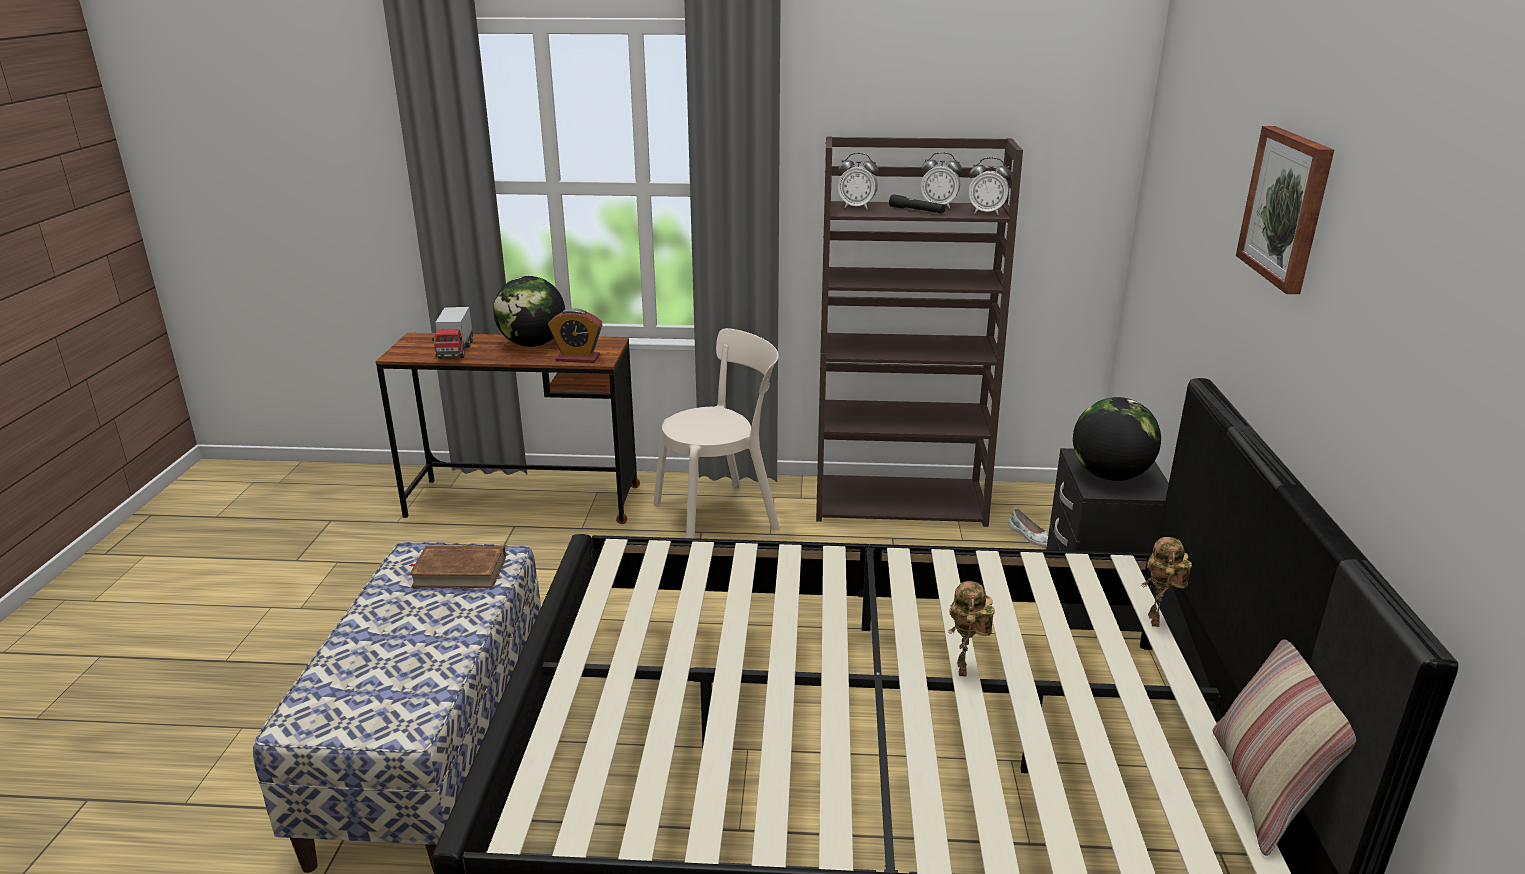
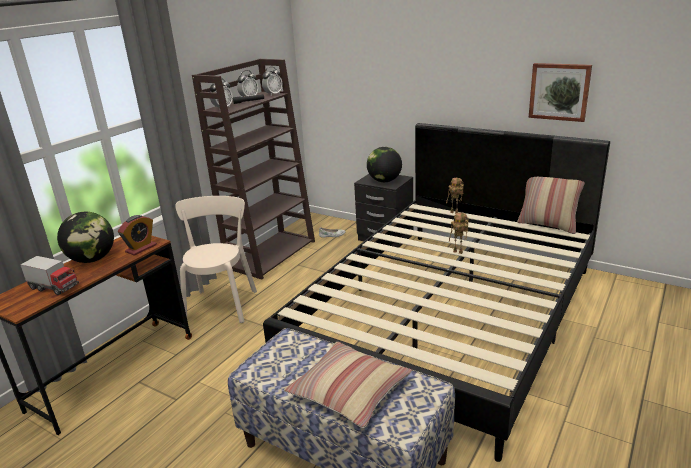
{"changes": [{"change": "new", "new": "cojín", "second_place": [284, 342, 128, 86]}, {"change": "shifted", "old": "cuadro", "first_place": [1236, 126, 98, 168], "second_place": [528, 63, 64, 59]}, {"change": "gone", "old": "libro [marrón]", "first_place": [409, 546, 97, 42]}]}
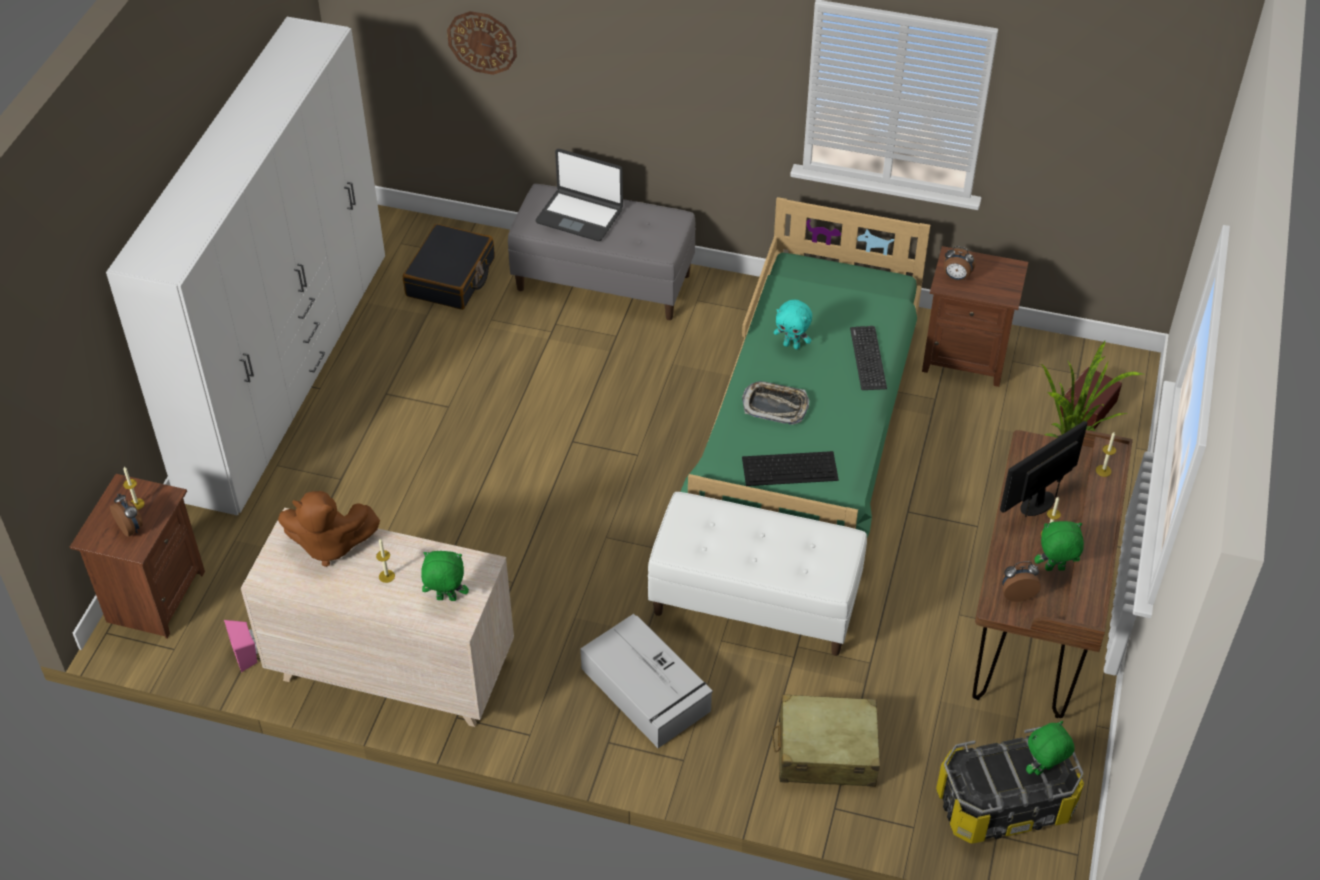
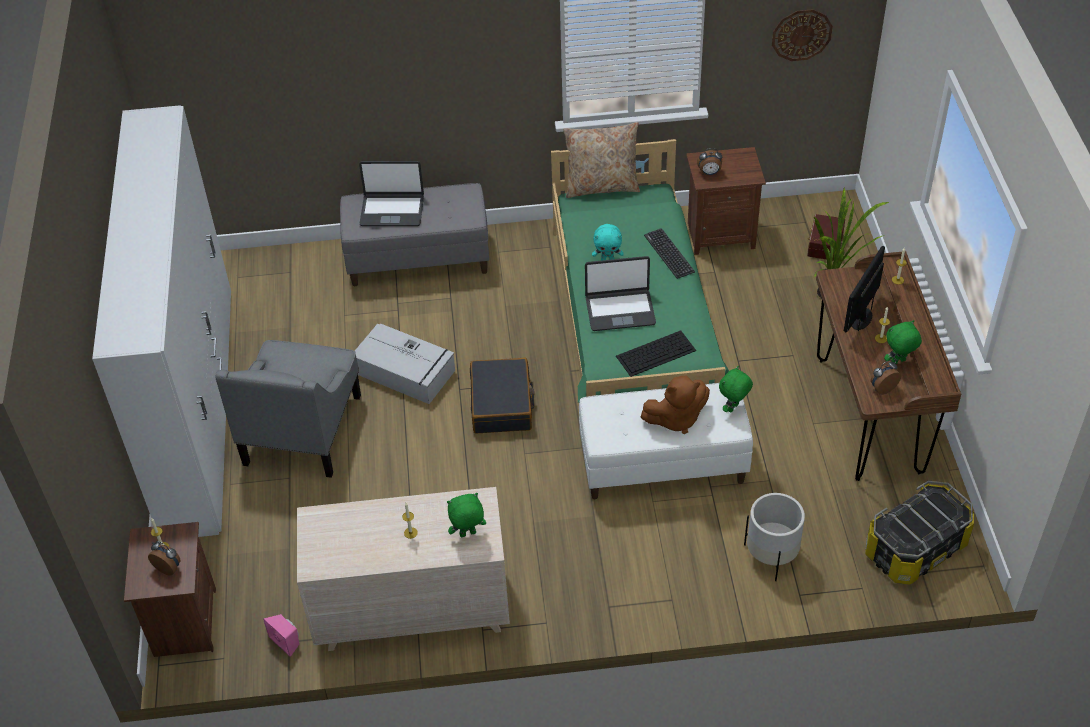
{"changes": [{"change": "new", "new": "sillón [gris]", "second_place": [215, 340, 146, 138]}, {"change": "shifted", "old": "caja de almacenaje [gris]", "first_place": [580, 614, 133, 134], "second_place": [355, 324, 100, 80]}, {"change": "shifted", "old": "maleta [negro]", "first_place": [403, 224, 92, 86], "second_place": [470, 358, 65, 75]}, {"change": "new", "new": "cojín [beis]", "second_place": [563, 122, 77, 76]}, {"change": "swapped", "old": "bandeja", "new": "portátil", "first_place": [742, 381, 67, 44], "second_place": [585, 256, 71, 75]}, {"change": "shifted", "old": "peluche [marrón]", "first_place": [278, 491, 102, 76], "second_place": [641, 376, 69, 58]}, {"change": "shifted", "old": "peluche [verde]", "first_place": [1026, 721, 48, 54], "second_place": [719, 366, 34, 47]}, {"change": "swapped", "old": "maleta [beis]", "new": "maceta [blanco]", "first_place": [772, 694, 108, 93], "second_place": [744, 493, 61, 88]}, {"change": "shifted", "old": "reloj de pared", "first_place": [447, 11, 70, 64], "second_place": [772, 9, 61, 52]}]}
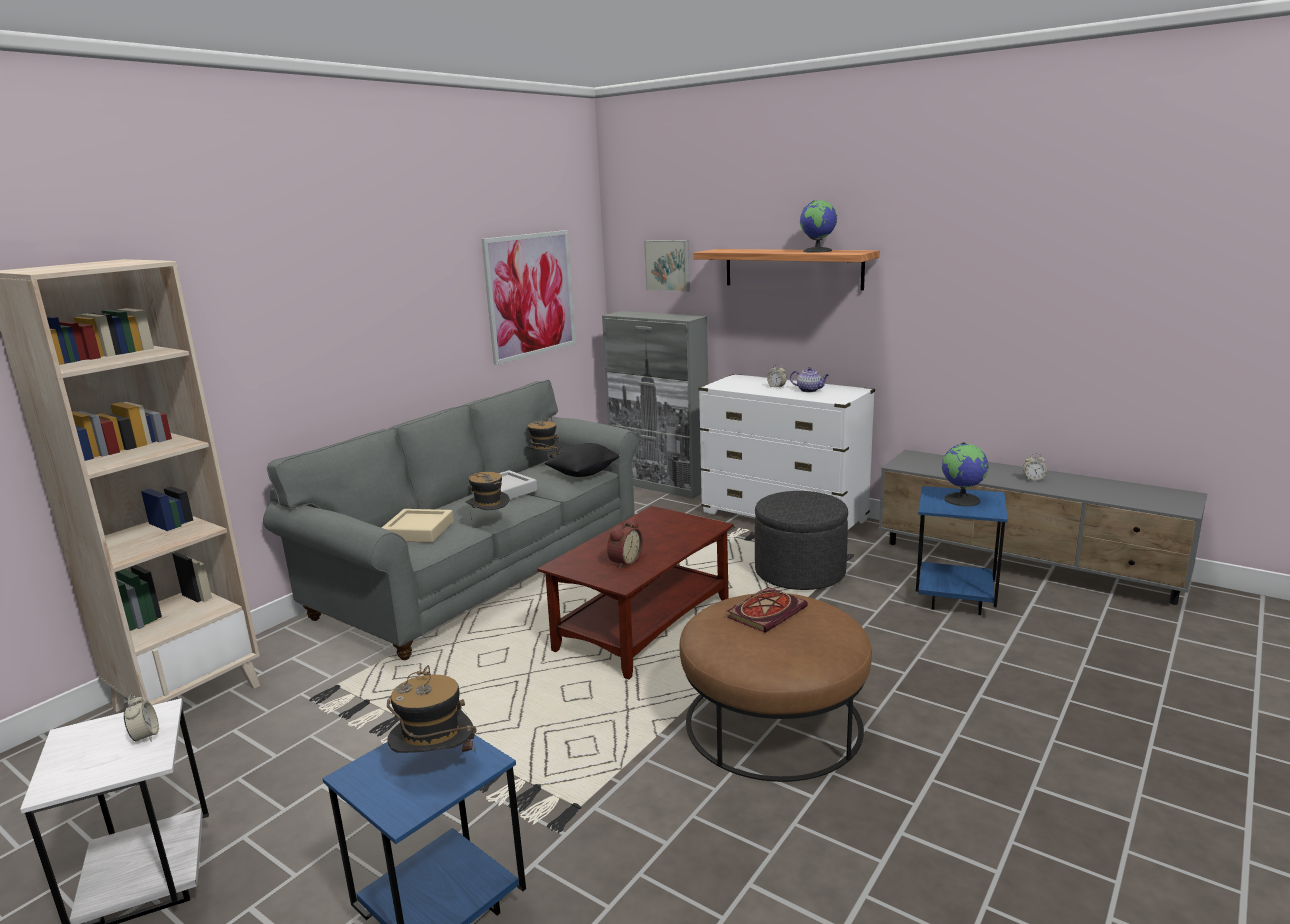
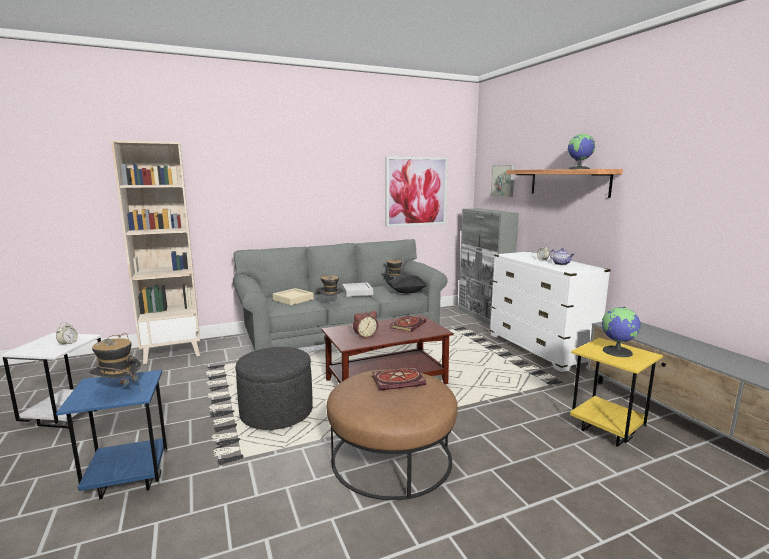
{"changes": [{"change": "shifted", "old": "puf [gris]", "first_place": [755, 491, 93, 99], "second_place": [235, 347, 78, 83]}, {"change": "new", "new": "libro", "second_place": [390, 315, 37, 17]}, {"change": "repainted", "old": "mesa auxiliar [azul]", "new": "mesa auxiliar [amarillo]", "first_place": [916, 486, 92, 129], "second_place": [570, 338, 93, 109]}, {"change": "gone", "old": "despertador", "first_place": [1023, 453, 24, 28]}]}
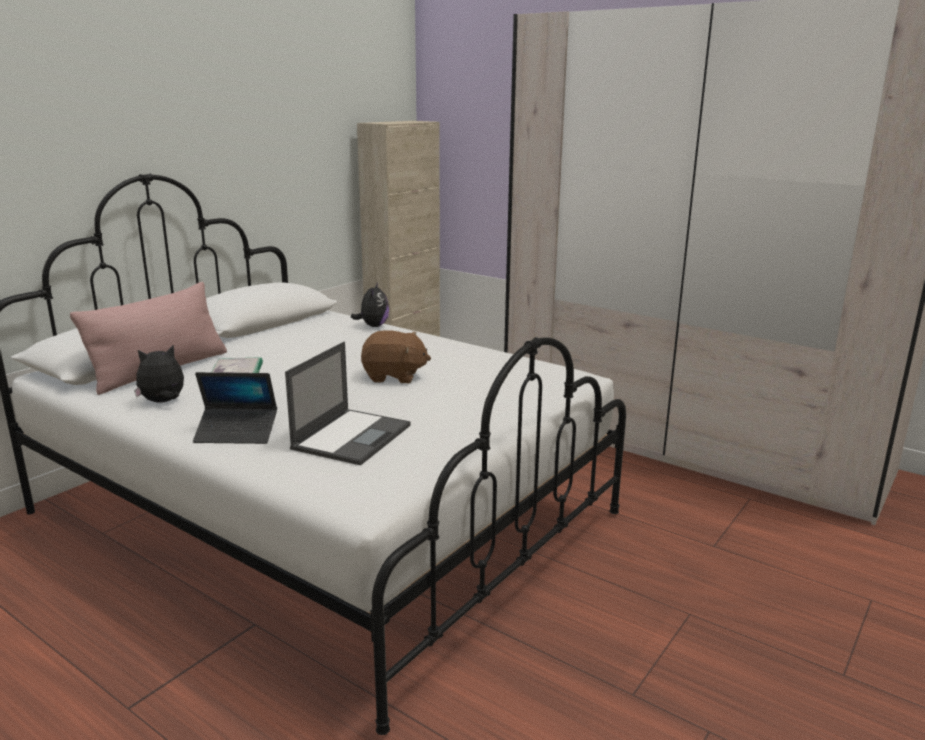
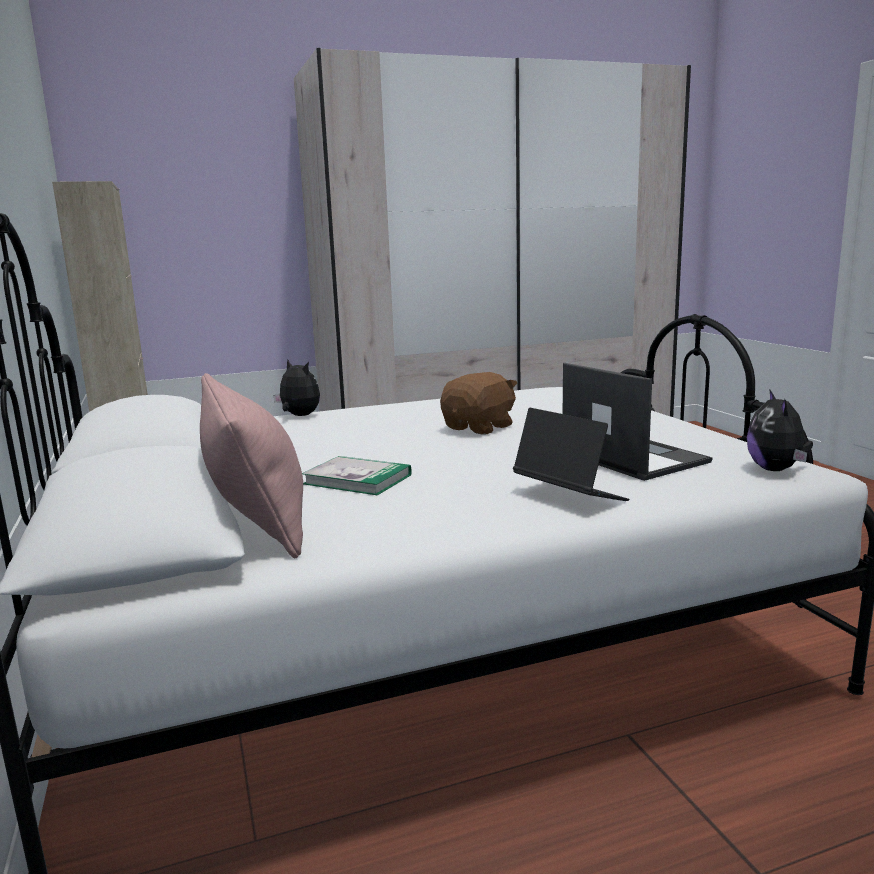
{"changes": [{"change": "rotated", "old": "portátil", "first_place": [193, 372, 84, 72], "second_place": [513, 408, 116, 93], "degrees": -75}, {"change": "shifted", "old": "peluche", "first_place": [134, 345, 50, 58], "second_place": [747, 389, 66, 82]}]}
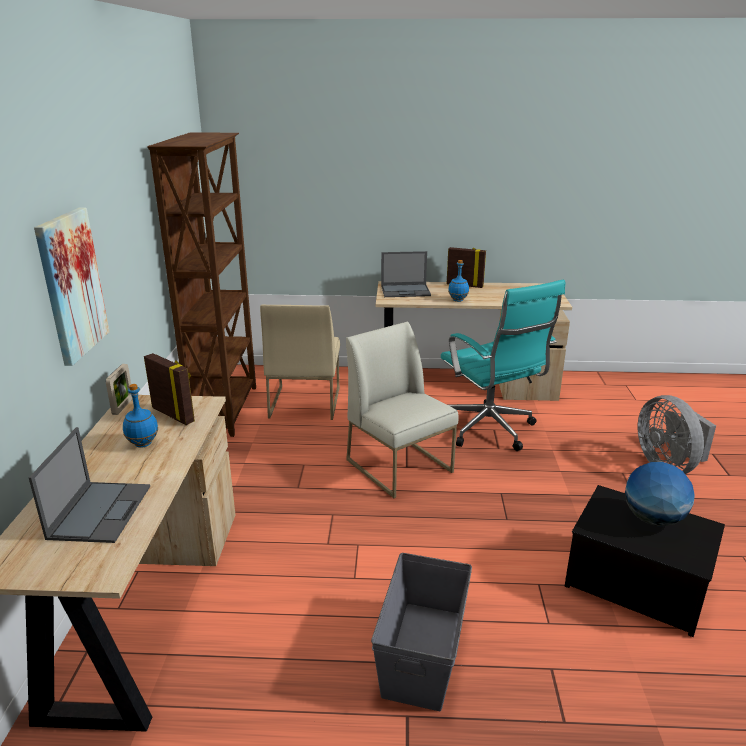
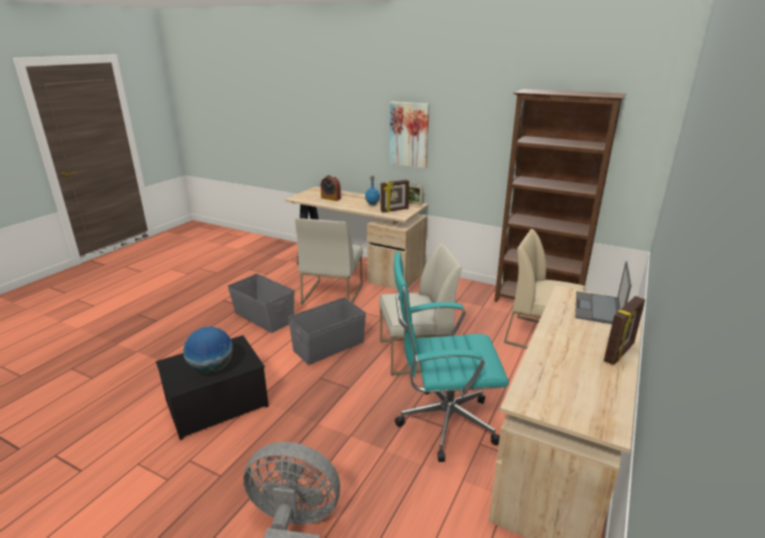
{"changes": [{"change": "new", "new": "caja de almacenaje [gris]", "second_place": [288, 298, 78, 67]}, {"change": "new", "new": "silla [blanco]", "second_place": [295, 218, 68, 87]}, {"change": "swapped", "old": "portátil", "new": "despertador", "first_place": [29, 427, 121, 116], "second_place": [321, 175, 20, 26]}, {"change": "gone", "old": "botella [azul]", "first_place": [448, 260, 21, 42]}]}
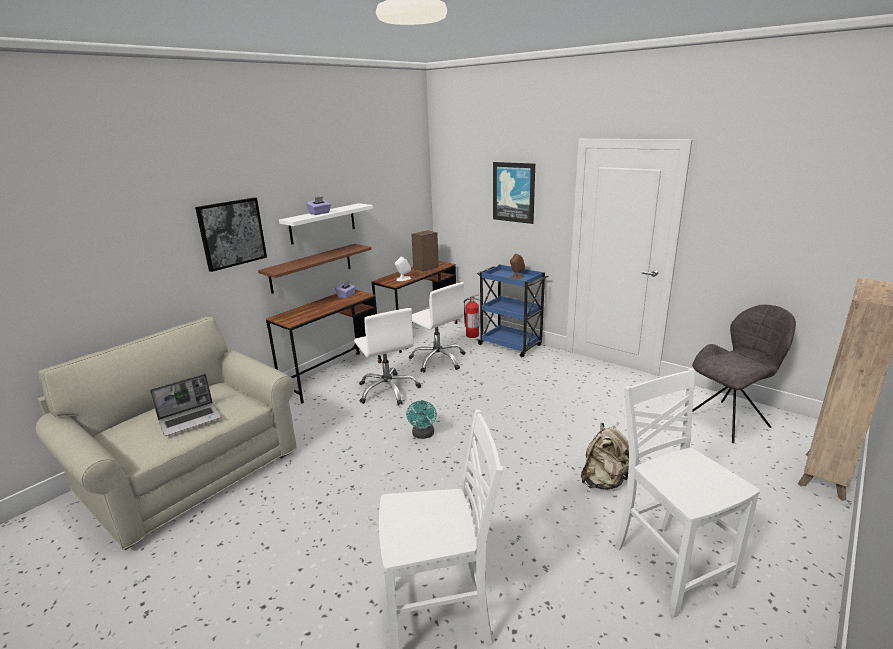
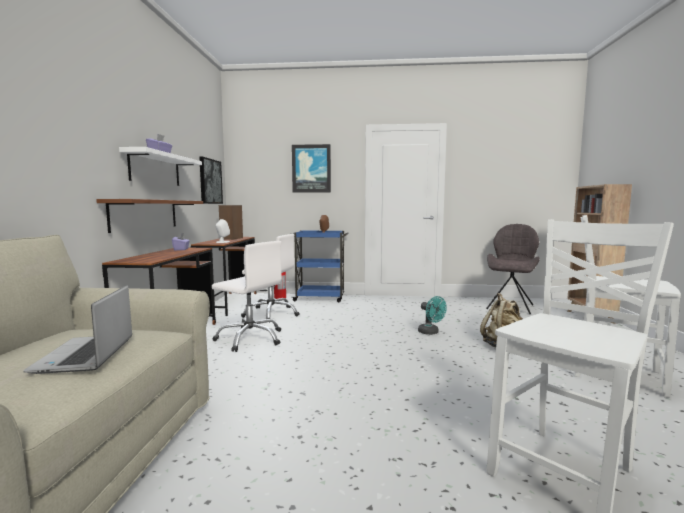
{"changes": [{"change": "rotated", "old": "portátil", "first_place": [150, 374, 71, 62], "second_place": [23, 285, 109, 89], "degrees": 150}, {"change": "shifted", "old": "cuadro", "first_place": [195, 197, 72, 75], "second_place": [199, 157, 24, 47]}, {"change": "shifted", "old": "ventilador [turquesa]", "first_place": [406, 400, 31, 39], "second_place": [418, 296, 29, 39]}]}
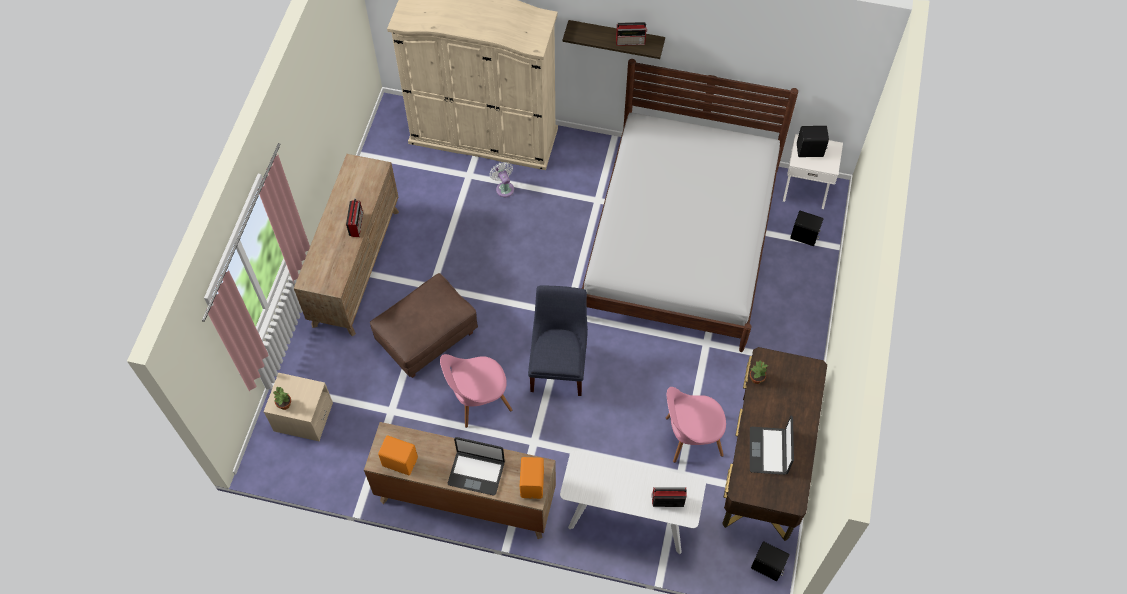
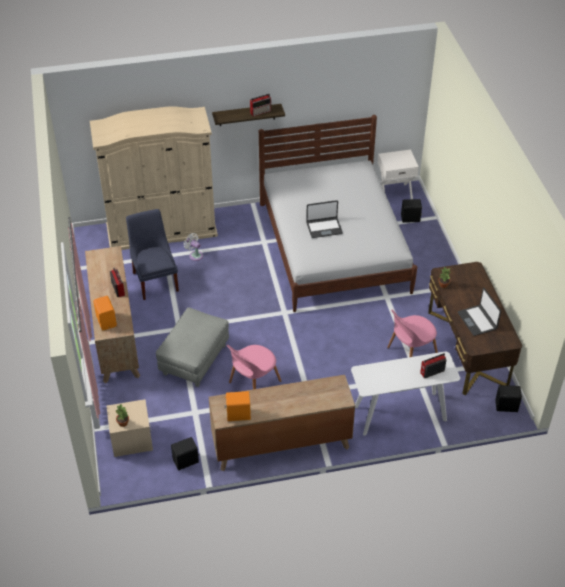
{"changes": [{"change": "shifted", "old": "altavoz [naranja]", "first_place": [520, 457, 24, 42], "second_place": [93, 296, 24, 34]}, {"change": "shifted", "old": "silla [azul]", "first_place": [528, 285, 60, 111], "second_place": [126, 209, 53, 91]}, {"change": "repainted", "old": "puf [marrón]", "new": "puf [gris]", "first_place": [370, 273, 108, 105], "second_place": [156, 307, 73, 80]}, {"change": "shifted", "old": "altavoz [negro]", "first_place": [797, 126, 33, 31], "second_place": [171, 437, 28, 33]}, {"change": "shifted", "old": "portátil", "first_place": [448, 437, 57, 58], "second_place": [306, 200, 37, 38]}]}
